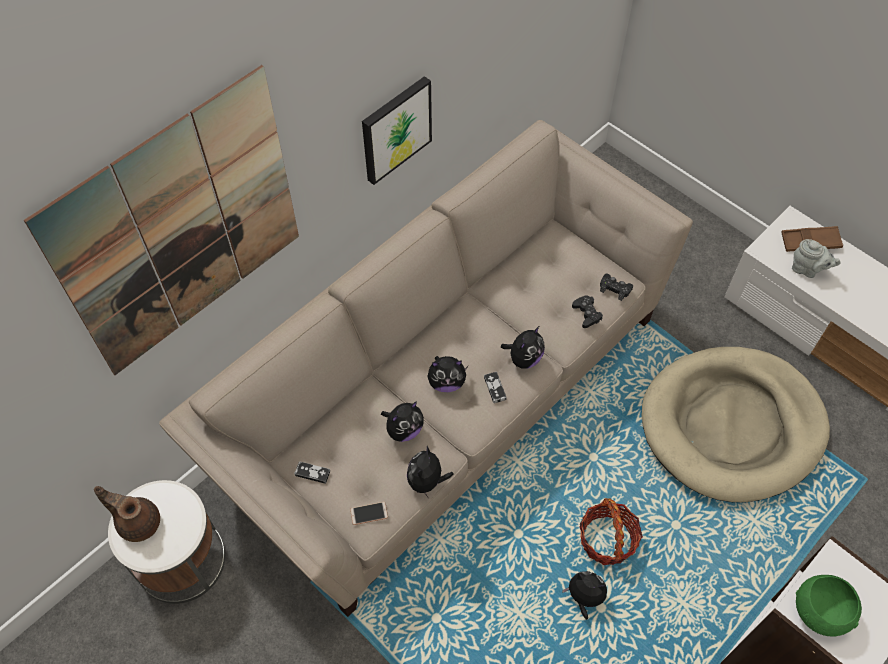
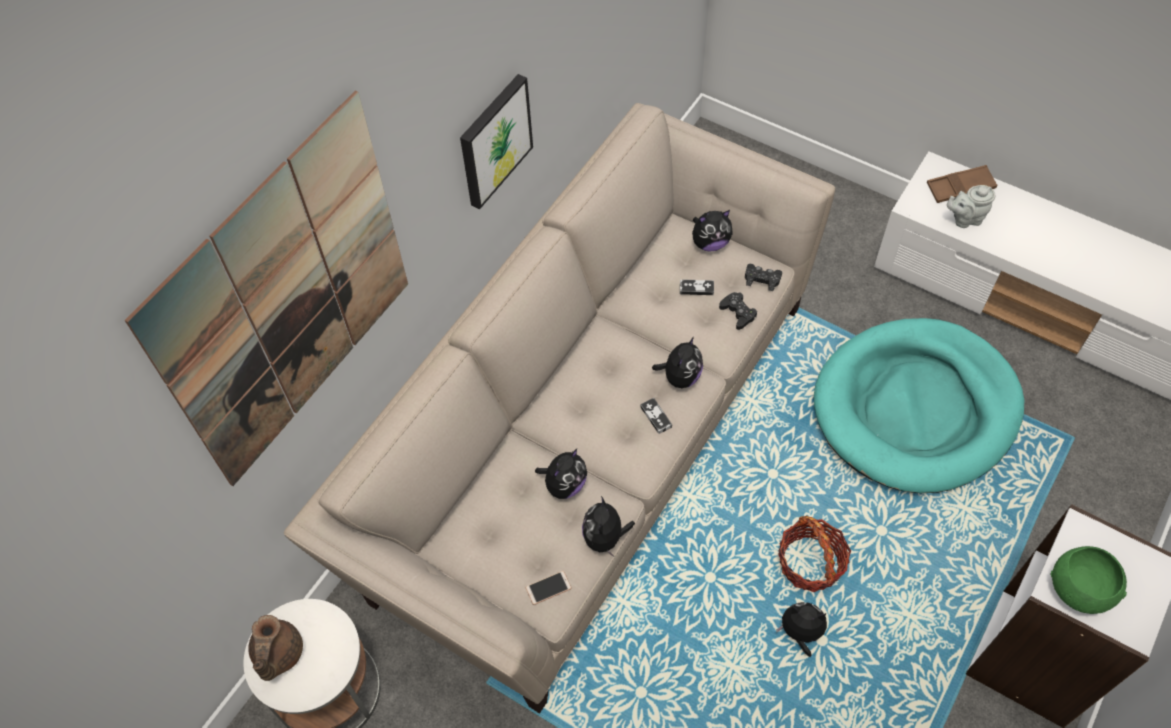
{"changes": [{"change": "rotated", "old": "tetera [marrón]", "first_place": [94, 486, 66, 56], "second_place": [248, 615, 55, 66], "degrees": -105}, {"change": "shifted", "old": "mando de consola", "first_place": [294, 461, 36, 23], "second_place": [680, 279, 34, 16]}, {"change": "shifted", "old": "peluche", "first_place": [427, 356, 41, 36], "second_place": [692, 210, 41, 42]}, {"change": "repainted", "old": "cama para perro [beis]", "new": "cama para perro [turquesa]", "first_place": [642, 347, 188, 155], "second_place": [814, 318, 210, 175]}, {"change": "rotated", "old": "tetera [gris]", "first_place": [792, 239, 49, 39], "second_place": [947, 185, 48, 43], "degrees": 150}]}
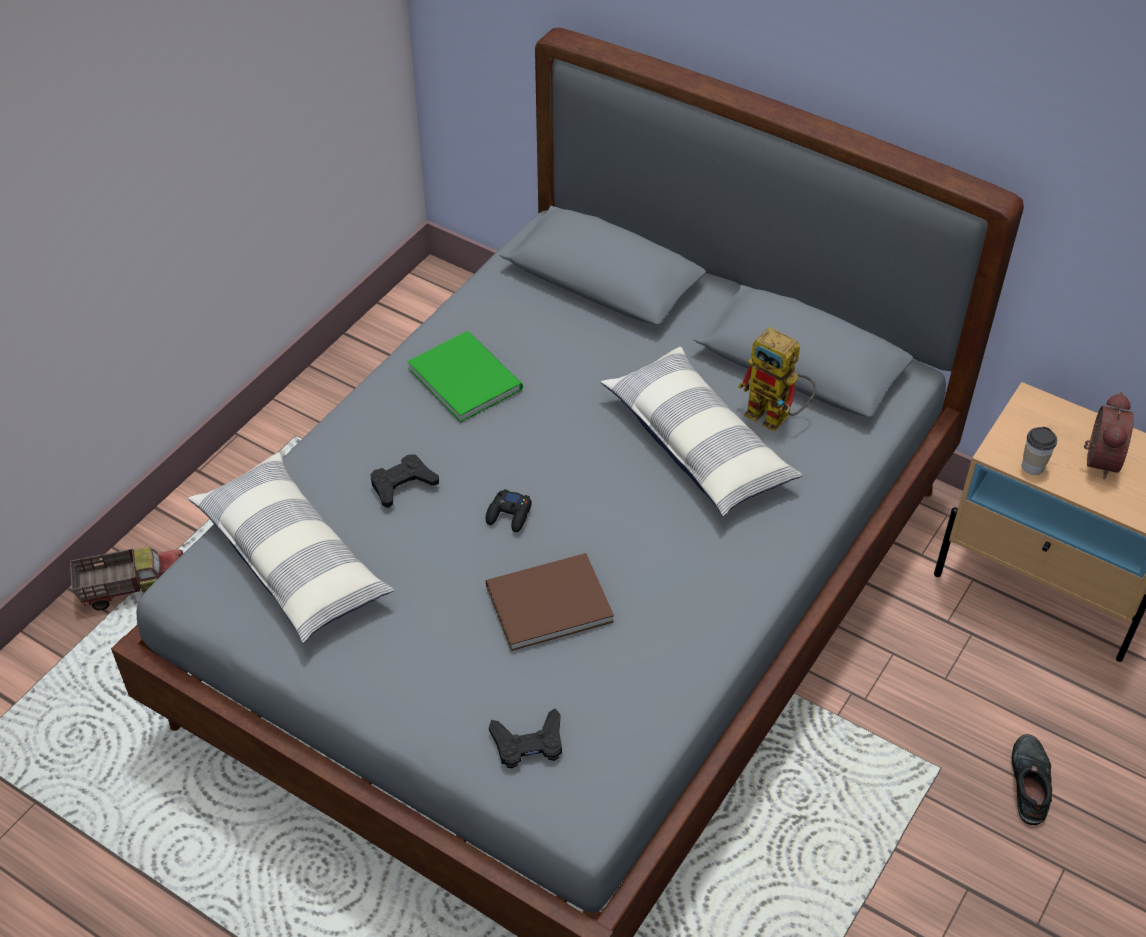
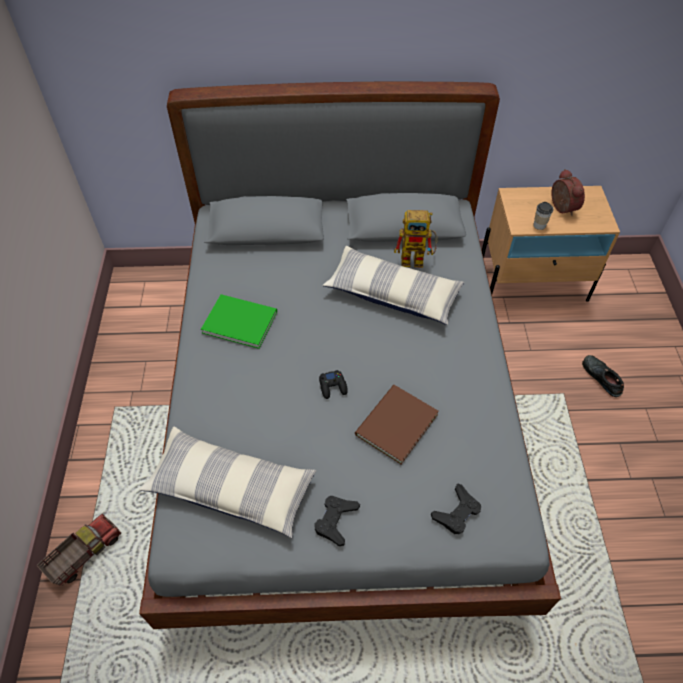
{"changes": [{"change": "shifted", "old": "mando de consola [negro]", "first_place": [371, 454, 68, 54], "second_place": [314, 496, 46, 50]}]}
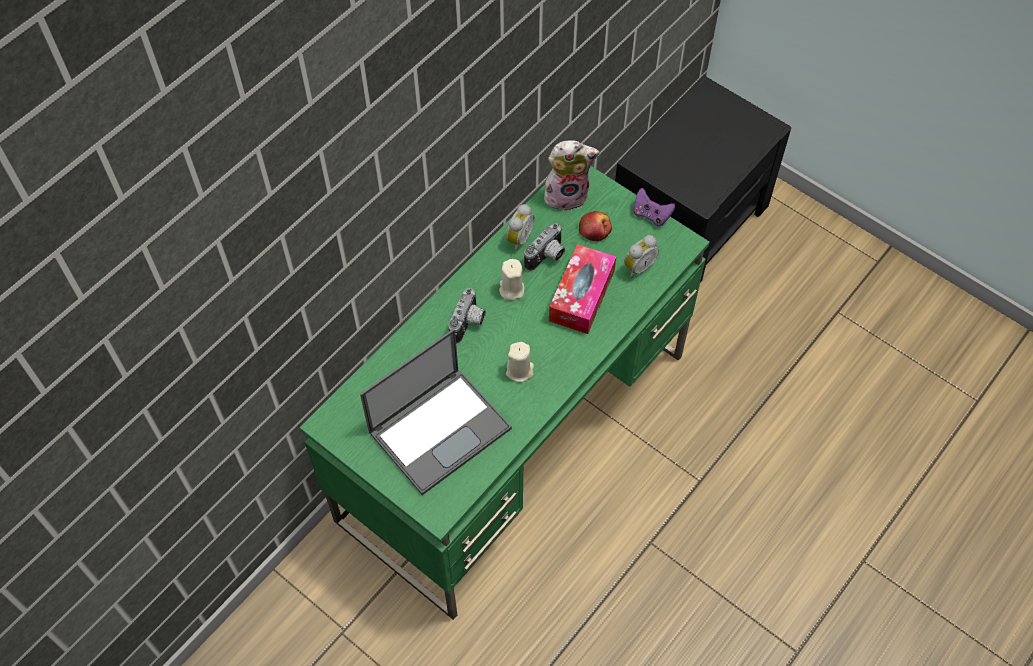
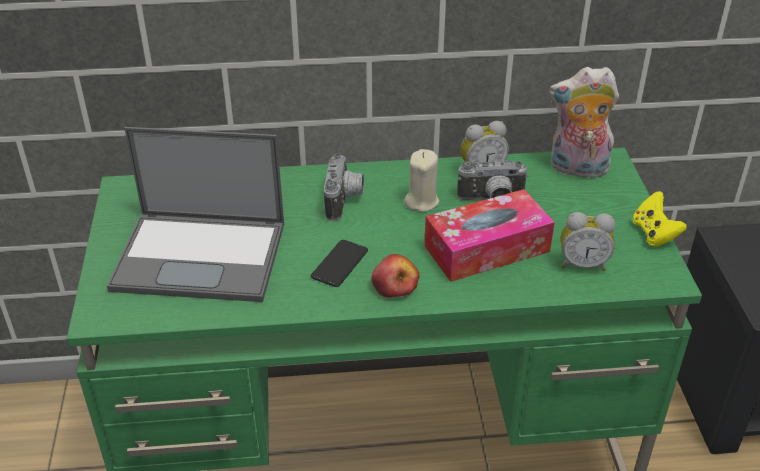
{"changes": [{"change": "swapped", "old": "vela [beis]", "new": "móvil", "first_place": [506, 342, 28, 40], "second_place": [311, 240, 57, 47]}, {"change": "rotated", "old": "cámara", "first_place": [448, 288, 38, 55], "second_place": [324, 153, 40, 68], "degrees": -60}, {"change": "shifted", "old": "manzana", "first_place": [579, 211, 33, 30], "second_place": [371, 254, 48, 44]}, {"change": "rotated", "old": "peluche", "first_place": [544, 140, 56, 71], "second_place": [549, 67, 70, 111], "degrees": 150}, {"change": "repainted", "old": "mando de consola [morado]", "new": "mando de consola [amarillo]", "first_place": [633, 188, 42, 39], "second_place": [633, 191, 54, 56]}]}
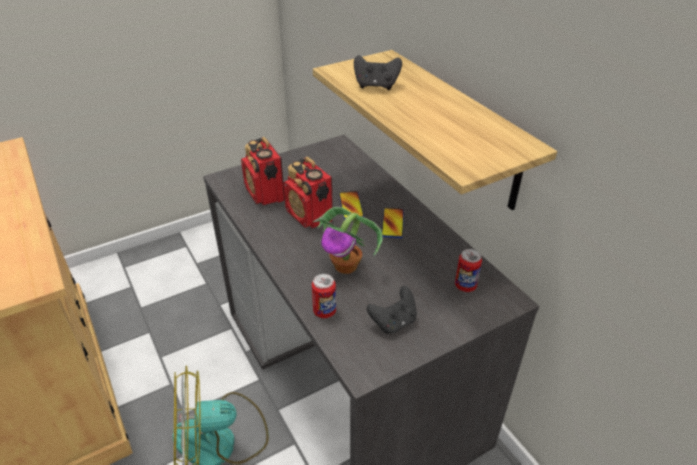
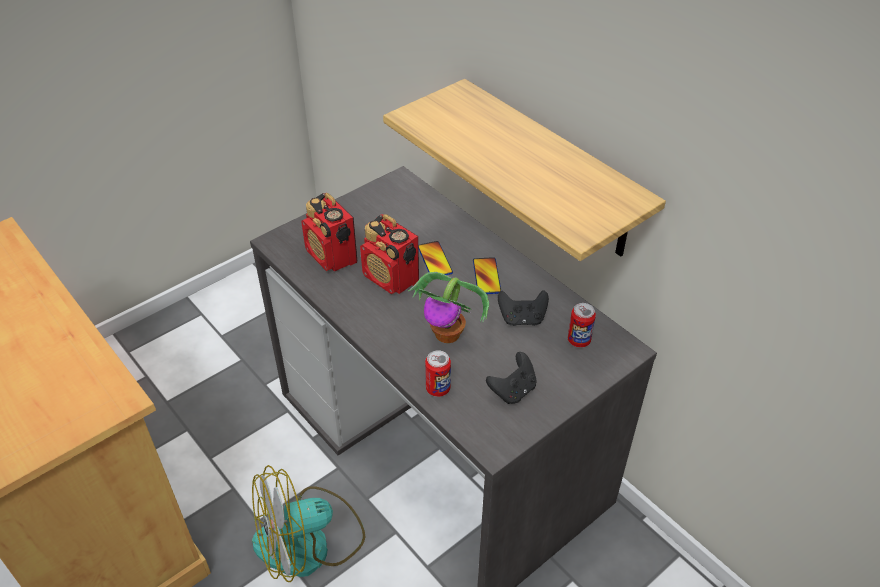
{"changes": [{"change": "shifted", "old": "mando de consola [negro]", "first_place": [354, 55, 48, 35], "second_place": [498, 290, 51, 36]}]}
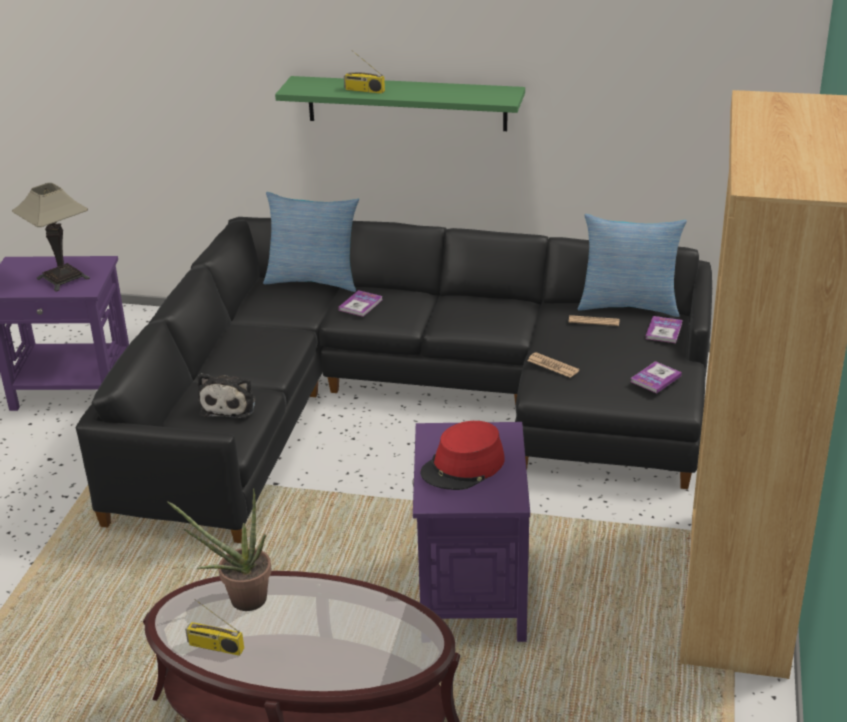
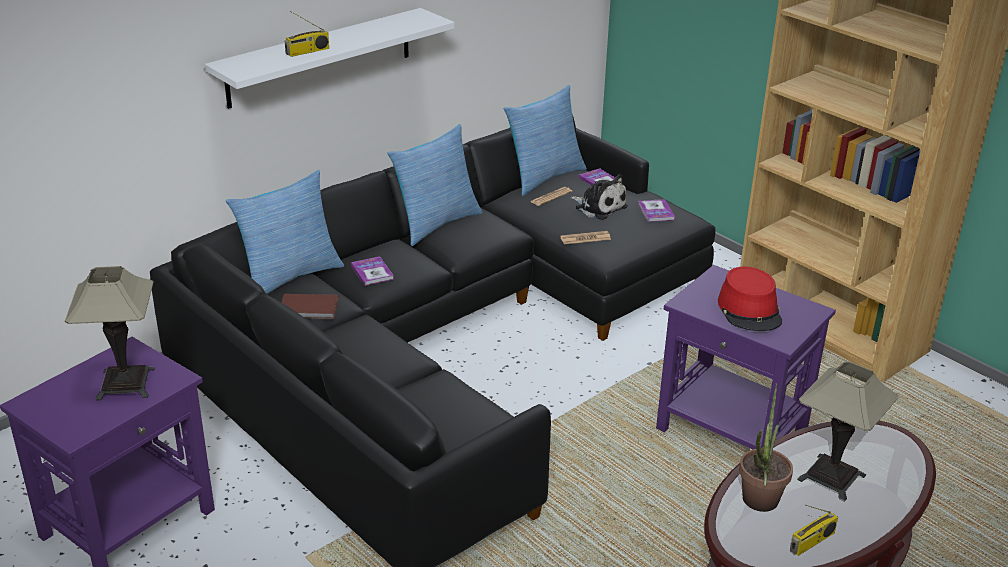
{"changes": [{"change": "repainted", "old": "estante [verde]", "new": "estante [blanco]", "first_place": [275, 76, 250, 55], "second_place": [205, 8, 250, 101]}, {"change": "new", "new": "libro [marrón]", "second_place": [281, 294, 57, 25]}, {"change": "new", "new": "cojín", "second_place": [387, 124, 96, 122]}, {"change": "shifted", "old": "peluche", "first_place": [197, 373, 58, 46], "second_place": [570, 174, 58, 46]}, {"change": "new", "new": "lámpara de mesa", "second_place": [797, 361, 102, 141]}]}
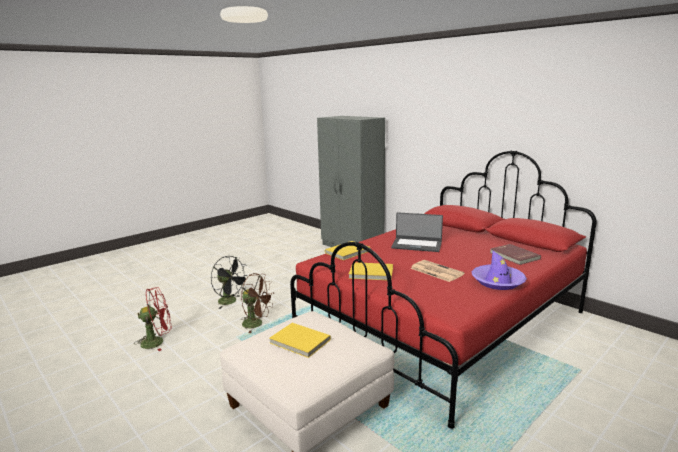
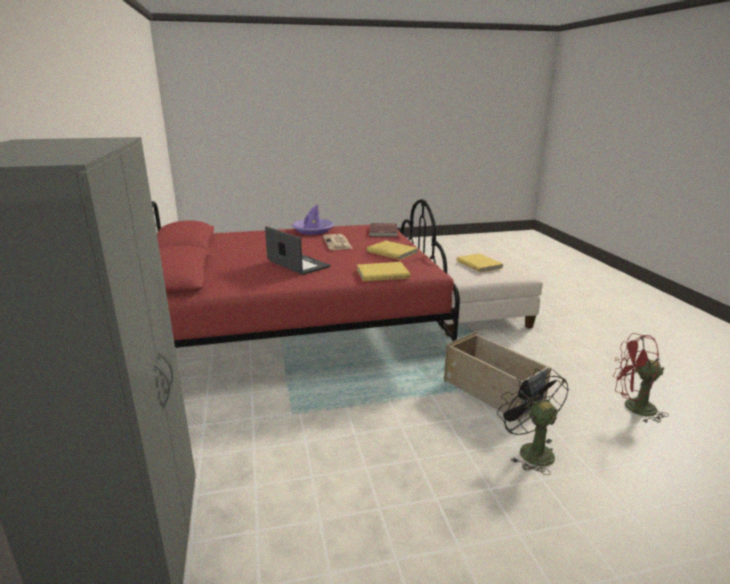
{"changes": [{"change": "shifted", "old": "libro [rojo]", "first_place": [490, 244, 51, 21], "second_place": [369, 223, 28, 14]}, {"change": "swapped", "old": "ventilador [marrón]", "new": "caja de almacenaje [beis]", "first_place": [241, 273, 32, 60], "second_place": [444, 332, 107, 90]}]}
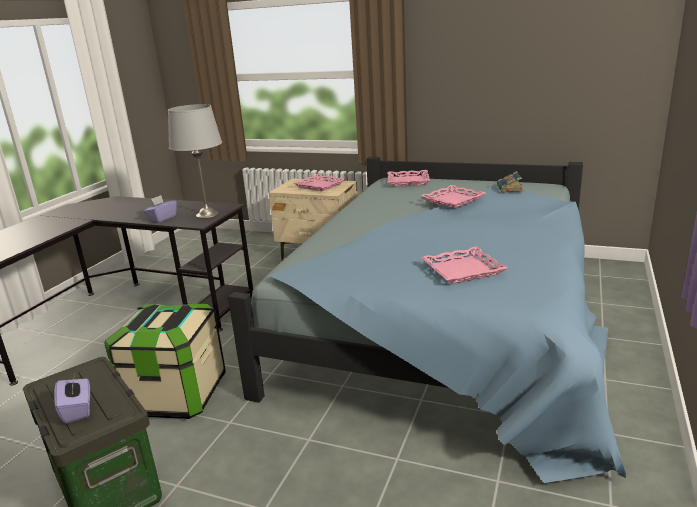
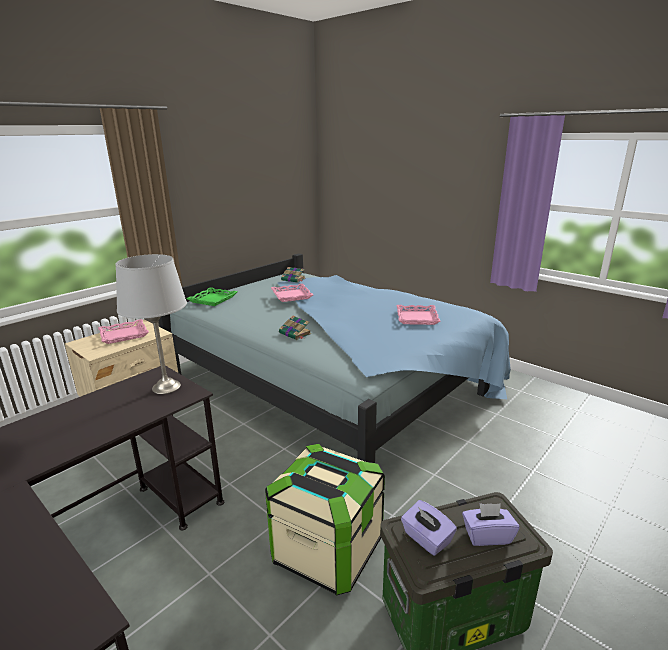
{"changes": [{"change": "repainted", "old": "bandeja [rosa]", "new": "bandeja [verde]", "first_place": [387, 170, 44, 16], "second_place": [186, 287, 51, 19]}, {"change": "new", "new": "libro", "second_place": [279, 315, 32, 25]}, {"change": "shifted", "old": "caja de pañuelos [morado]", "first_place": [144, 195, 33, 28], "second_place": [401, 500, 56, 56]}]}
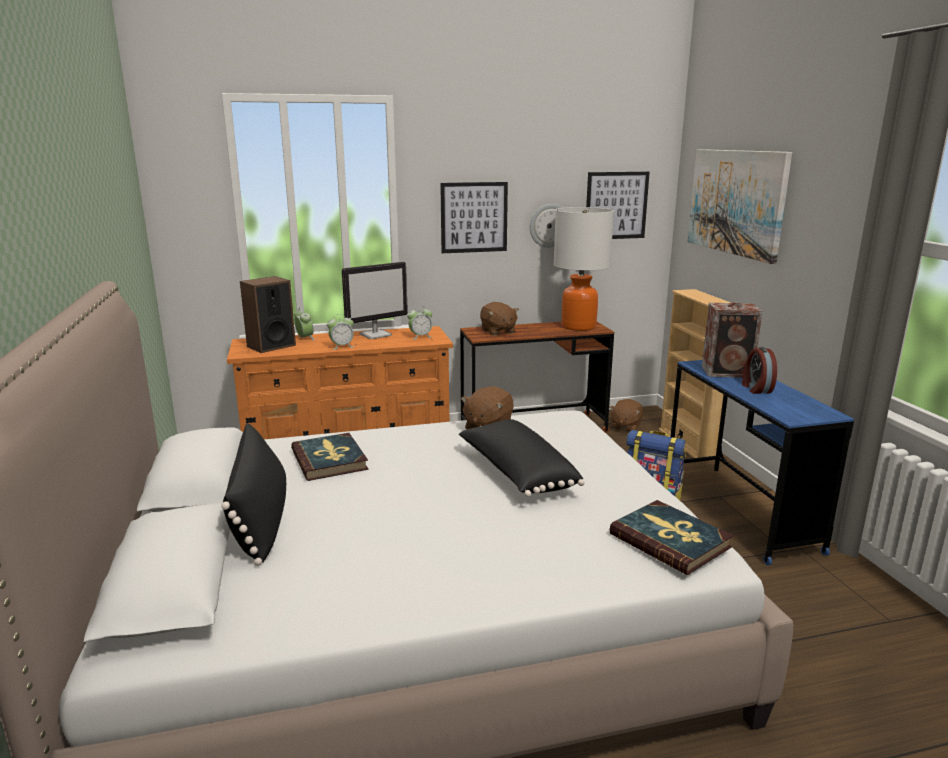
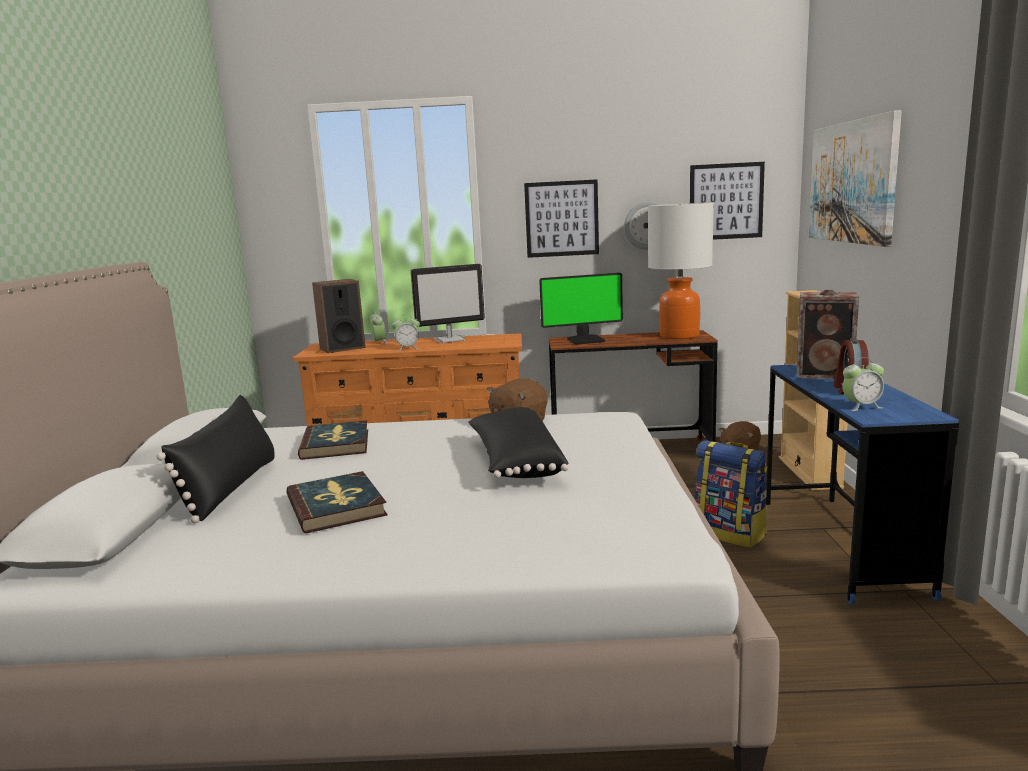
{"changes": [{"change": "shifted", "old": "libro", "first_place": [610, 500, 123, 75], "second_place": [286, 471, 101, 62]}, {"change": "swapped", "old": "peluche [marrón]", "new": "monitor", "first_place": [480, 302, 39, 34], "second_place": [539, 273, 84, 72]}, {"change": "shifted", "old": "despertador", "first_place": [407, 306, 25, 34], "second_place": [842, 357, 42, 54]}]}
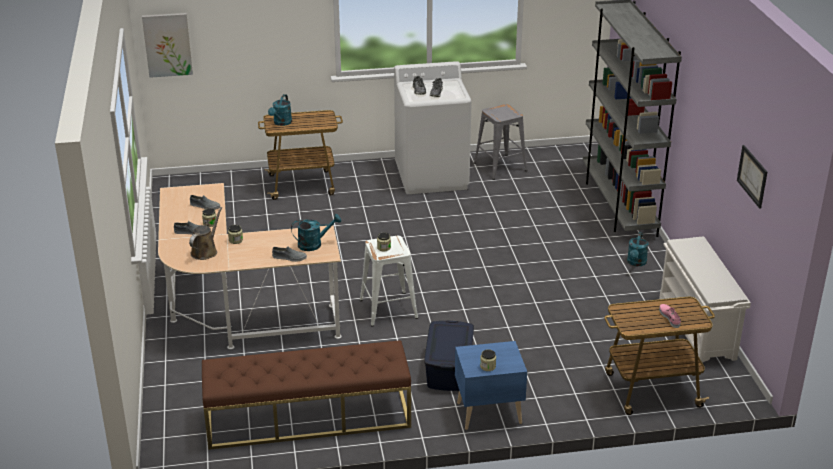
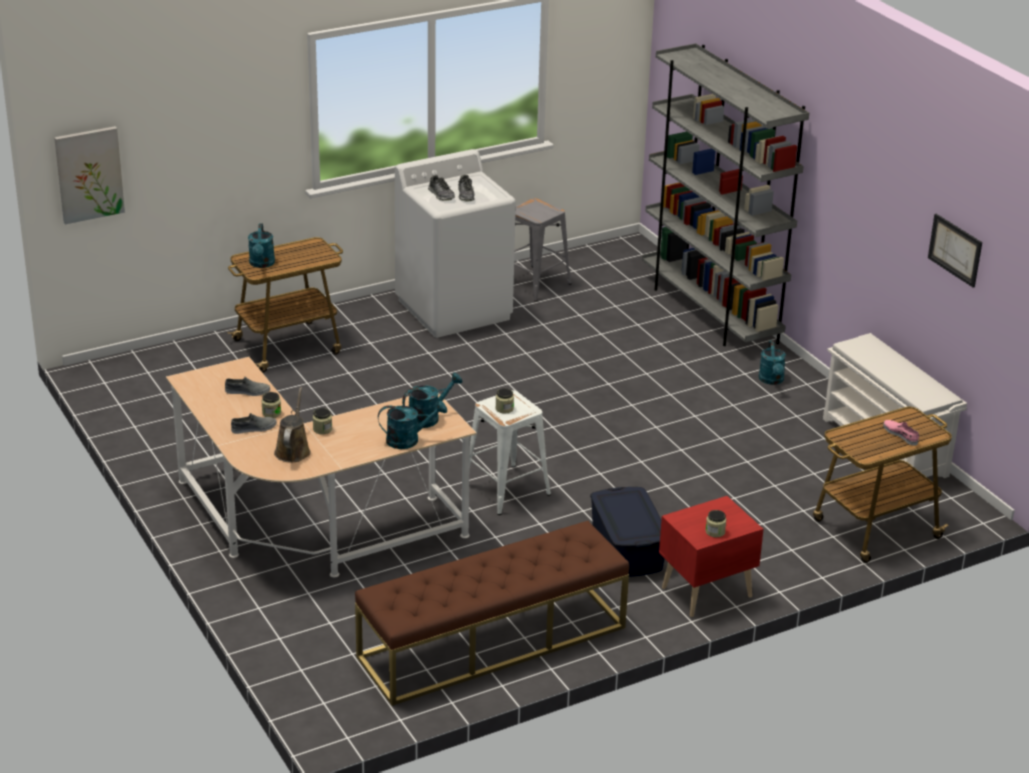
{"changes": [{"change": "swapped", "old": "zapato [gris]", "new": "regadera [turquesa]", "first_place": [272, 246, 35, 16], "second_place": [378, 401, 69, 48]}, {"change": "repainted", "old": "mesita de noche [azul]", "new": "mesita de noche [rojo]", "first_place": [455, 341, 72, 89], "second_place": [659, 496, 105, 121]}]}
